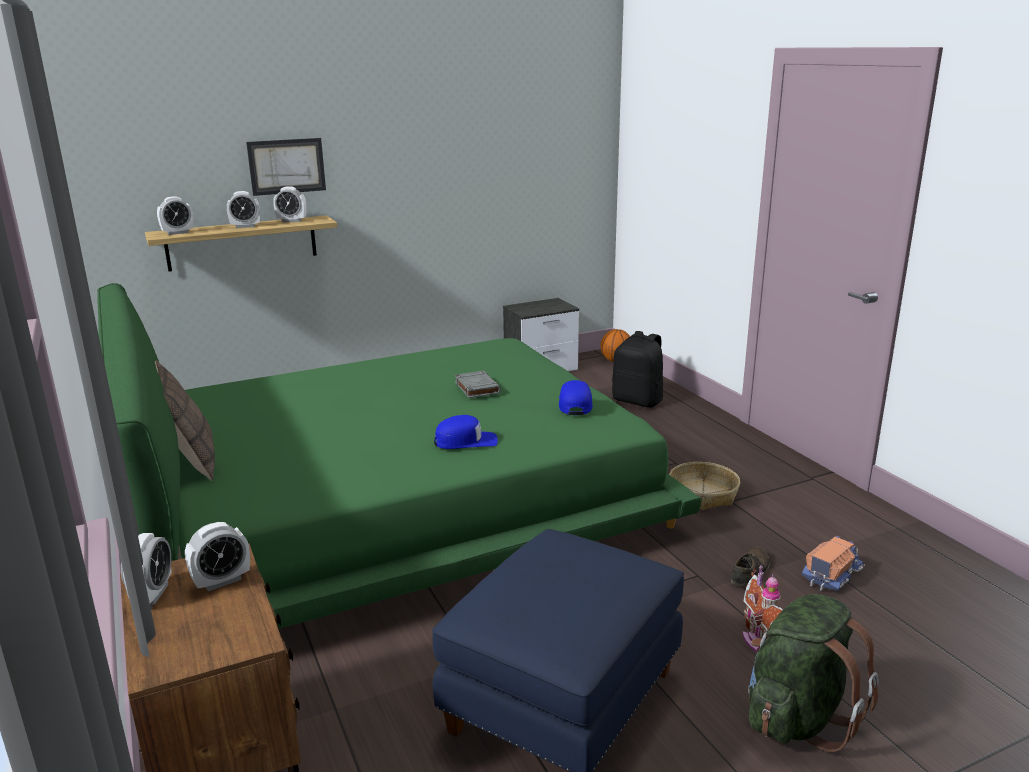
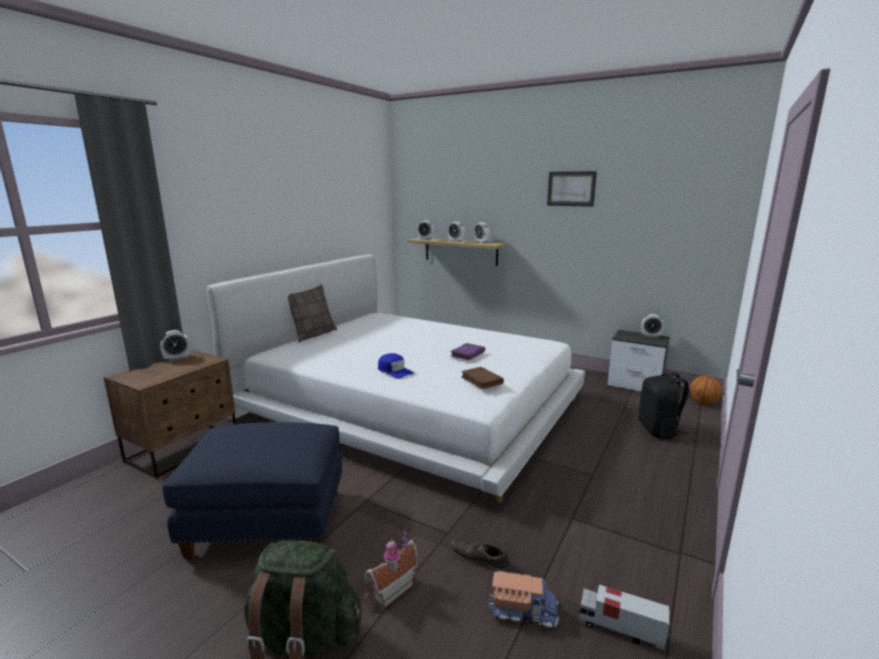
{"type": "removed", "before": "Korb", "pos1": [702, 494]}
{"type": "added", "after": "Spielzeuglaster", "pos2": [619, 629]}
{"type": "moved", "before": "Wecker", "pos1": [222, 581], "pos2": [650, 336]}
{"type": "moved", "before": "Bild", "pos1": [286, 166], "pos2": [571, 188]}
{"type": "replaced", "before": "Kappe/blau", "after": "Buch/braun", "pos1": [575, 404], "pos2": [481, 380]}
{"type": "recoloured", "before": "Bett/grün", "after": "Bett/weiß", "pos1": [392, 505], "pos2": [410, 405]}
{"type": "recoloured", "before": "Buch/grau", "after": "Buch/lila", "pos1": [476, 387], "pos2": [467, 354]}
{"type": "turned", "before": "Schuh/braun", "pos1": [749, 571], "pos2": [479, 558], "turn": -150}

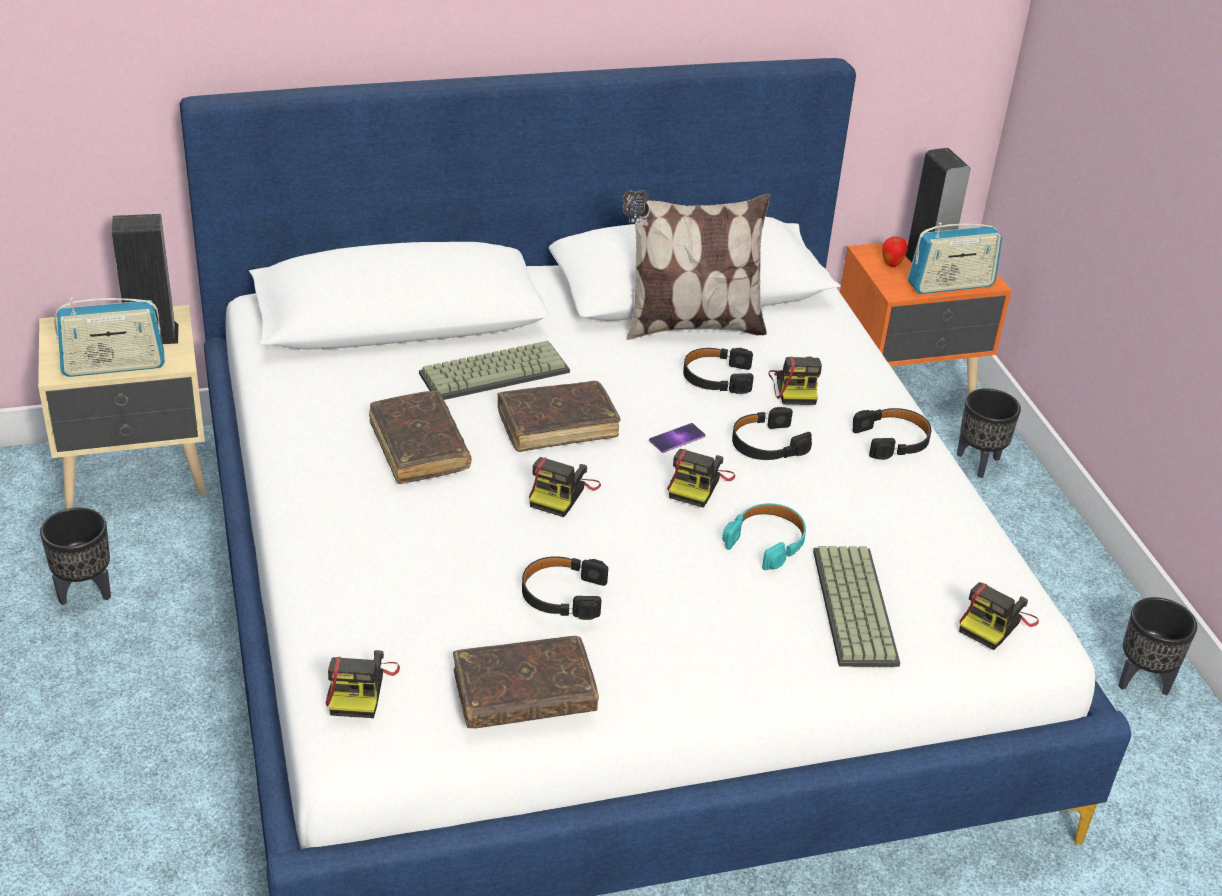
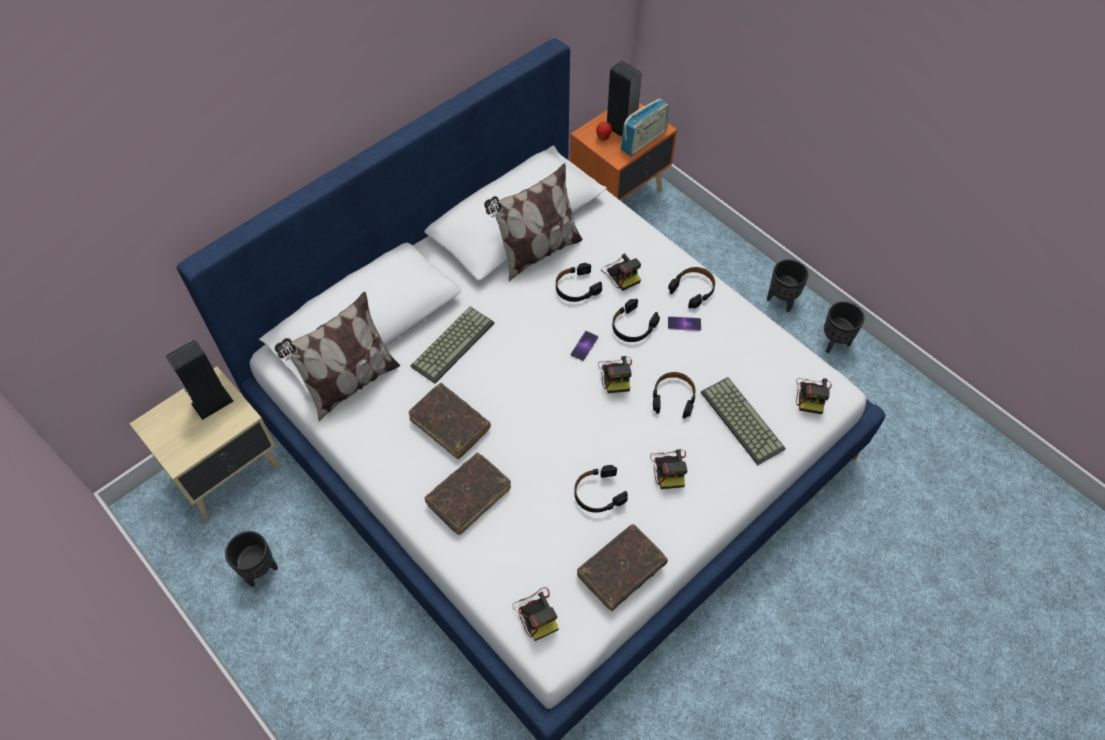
{"type": "removed", "before": "Radio", "pos1": [113, 366]}
{"type": "added", "after": "Kissen", "pos2": [349, 384]}
{"type": "added", "after": "Handy", "pos2": [684, 323]}
{"type": "moved", "before": "Buch/braun", "pos1": [557, 425], "pos2": [468, 496]}
{"type": "moved", "before": "Kamera", "pos1": [562, 493], "pos2": [669, 468]}
{"type": "moved", "before": "Pflanzkübel/schwarz", "pos1": [979, 463], "pos2": [782, 300]}
{"type": "recoloured", "before": "Kopfhörer/türkis", "after": "Kopfhörer/schwarz", "pos1": [767, 542], "pos2": [673, 397]}

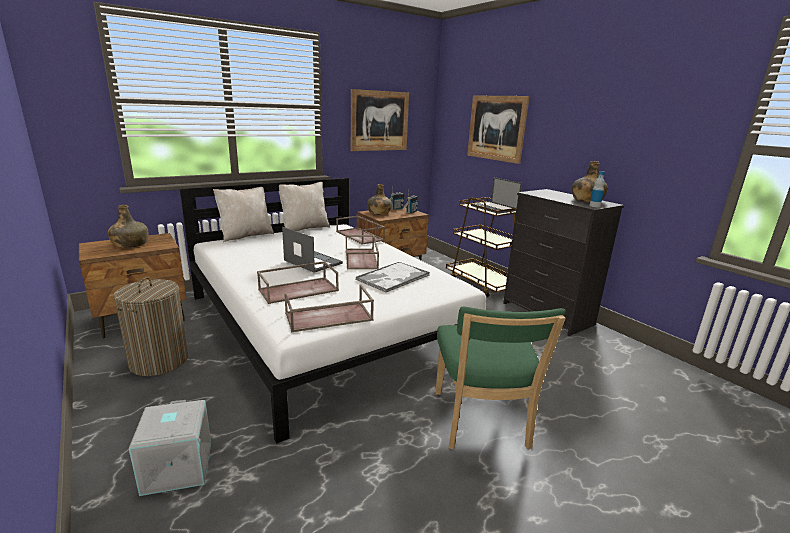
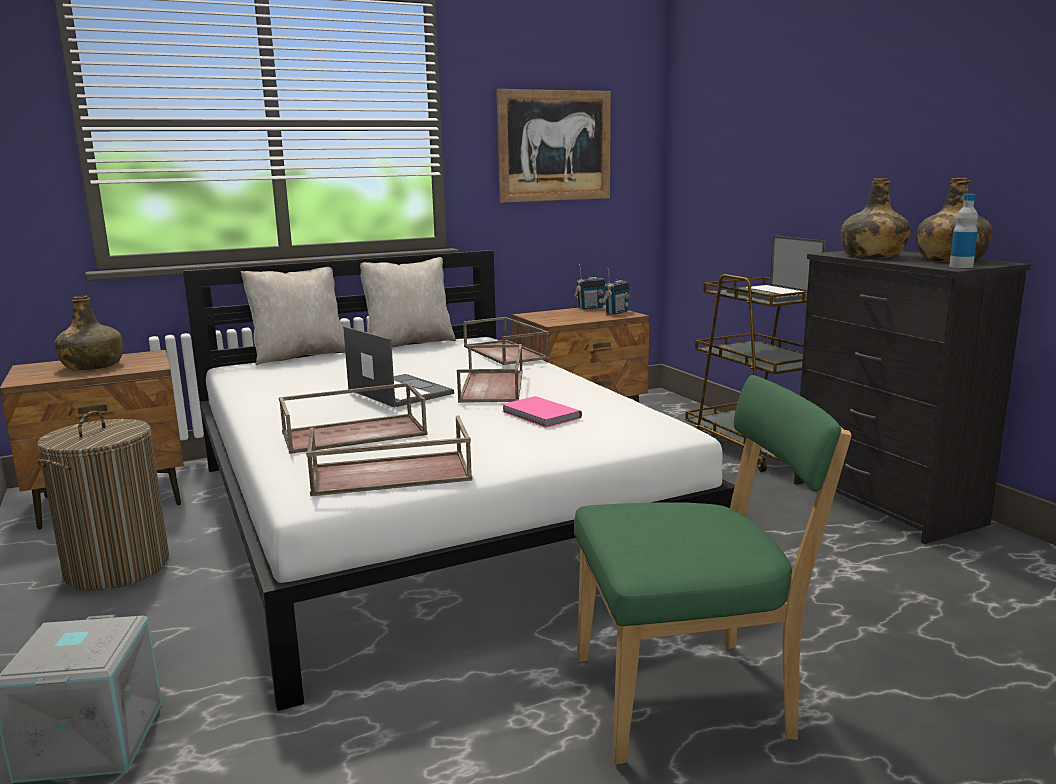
{"type": "removed", "before": "Bild", "pos1": [496, 128]}
{"type": "moved", "before": "Flasche/grün", "pos1": [379, 213], "pos2": [872, 256]}
{"type": "replaced", "before": "Tablett", "after": "Buch/rosa", "pos1": [392, 278], "pos2": [540, 415]}
{"type": "turned", "before": "Stuhl/grün", "pos1": [481, 423], "pos2": [691, 697], "turn": -105}

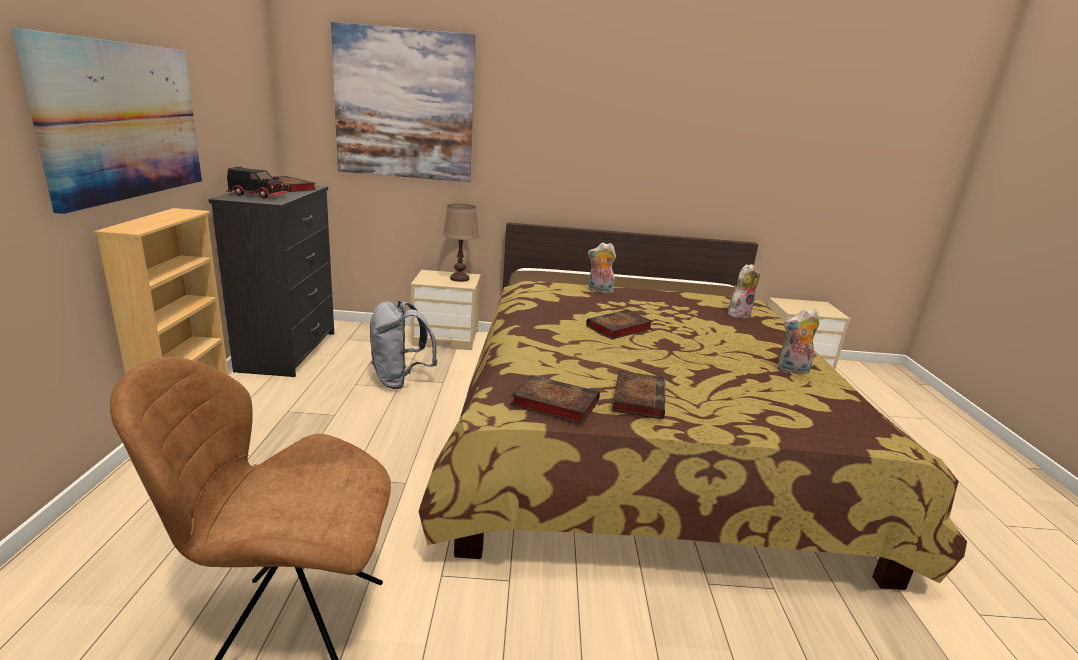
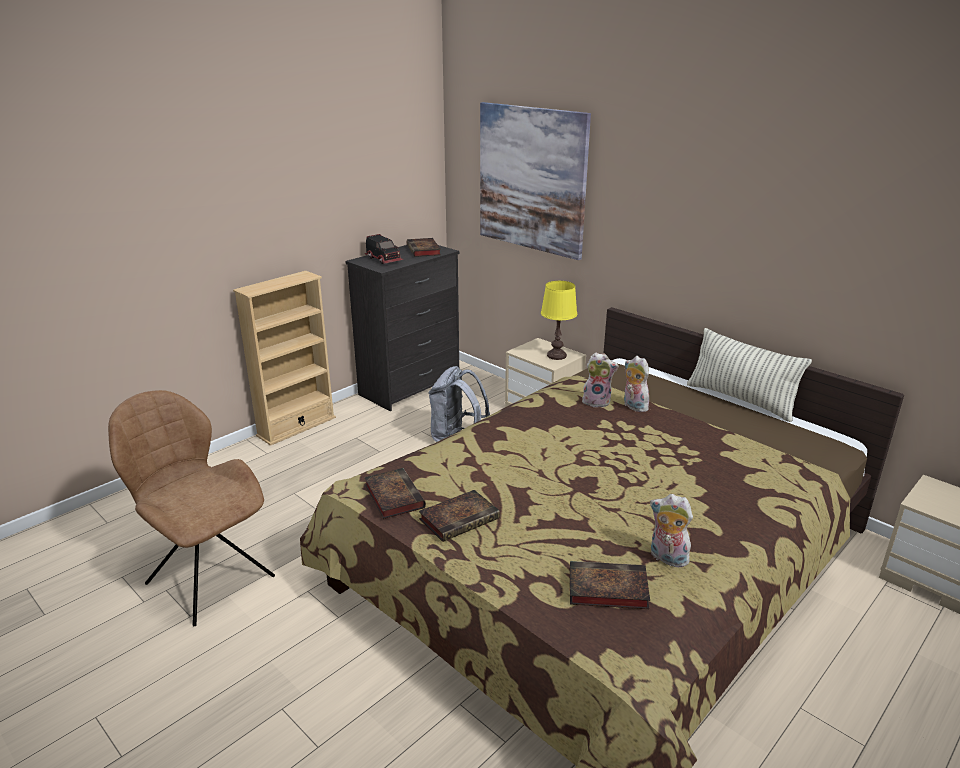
{"type": "removed", "before": "Bild", "pos1": [123, 121]}
{"type": "added", "after": "Kissen", "pos2": [740, 400]}
{"type": "moved", "before": "Buch", "pos1": [618, 328], "pos2": [605, 589]}
{"type": "moved", "before": "Plüschtier", "pos1": [738, 314], "pos2": [597, 402]}
{"type": "recoloured", "before": "Tischlampe/braun", "after": "Tischlampe/gelb", "pos1": [460, 278], "pos2": [557, 356]}

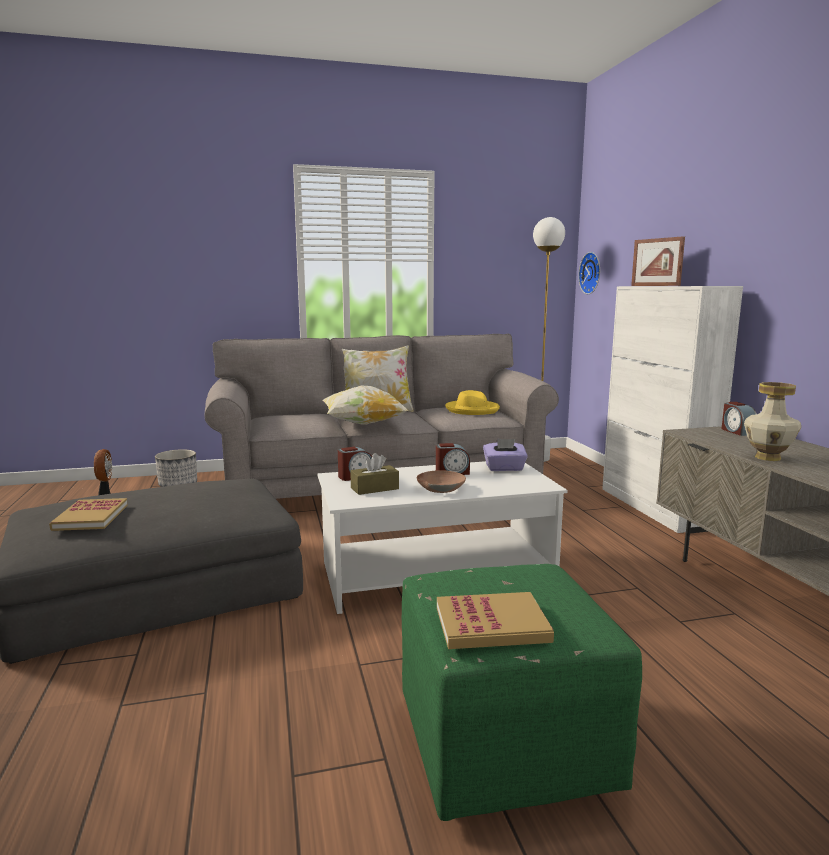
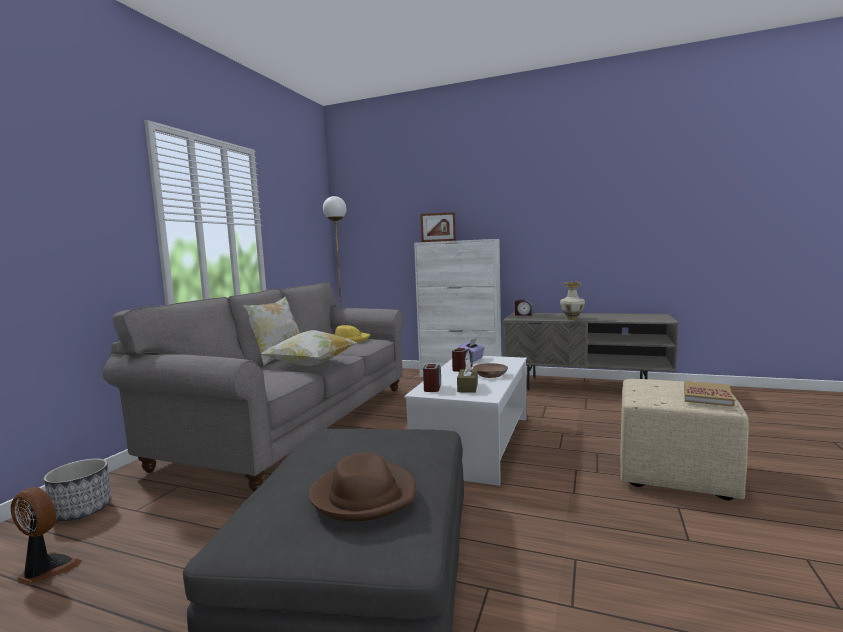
{"type": "removed", "before": "Wanduhr", "pos1": [592, 273]}
{"type": "replaced", "before": "Buch", "after": "Hut/braun", "pos1": [91, 517], "pos2": [364, 495]}
{"type": "recoloured", "before": "Polsterhocker/grün", "after": "Polsterhocker/beige", "pos1": [502, 743], "pos2": [673, 474]}

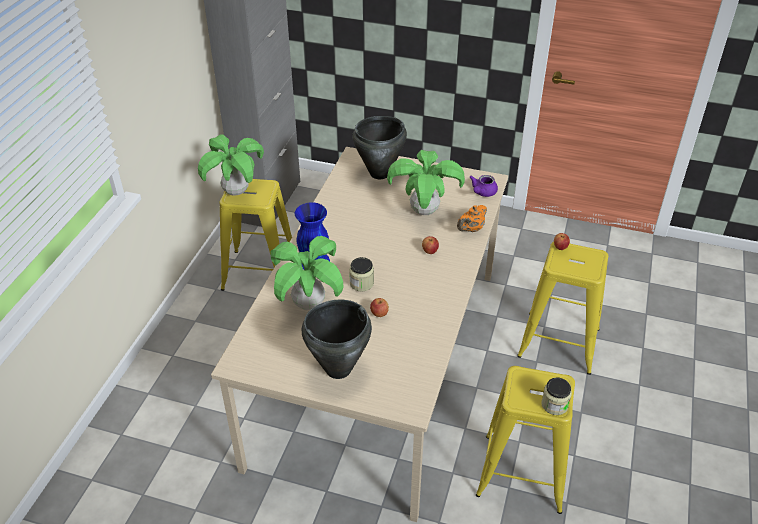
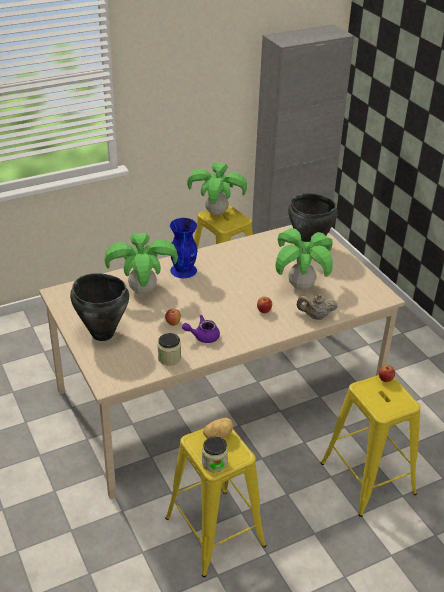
{"type": "added", "after": "Kartoffel", "pos2": [217, 435]}
{"type": "moved", "before": "Vorratsglas", "pos1": [361, 283], "pos2": [169, 358]}
{"type": "moved", "before": "Teekanne/lila", "pos1": [482, 193], "pos2": [202, 336]}
{"type": "recoloured", "before": "Teekanne/orange", "after": "Teekanne/beige", "pos1": [471, 229], "pos2": [315, 316]}

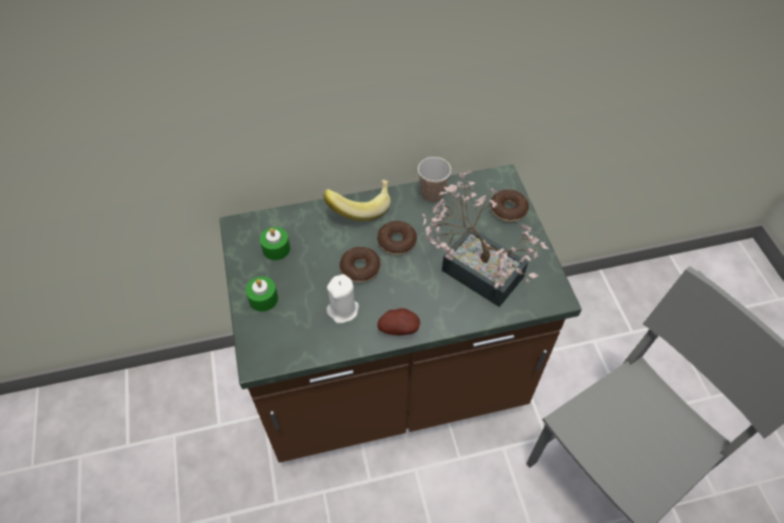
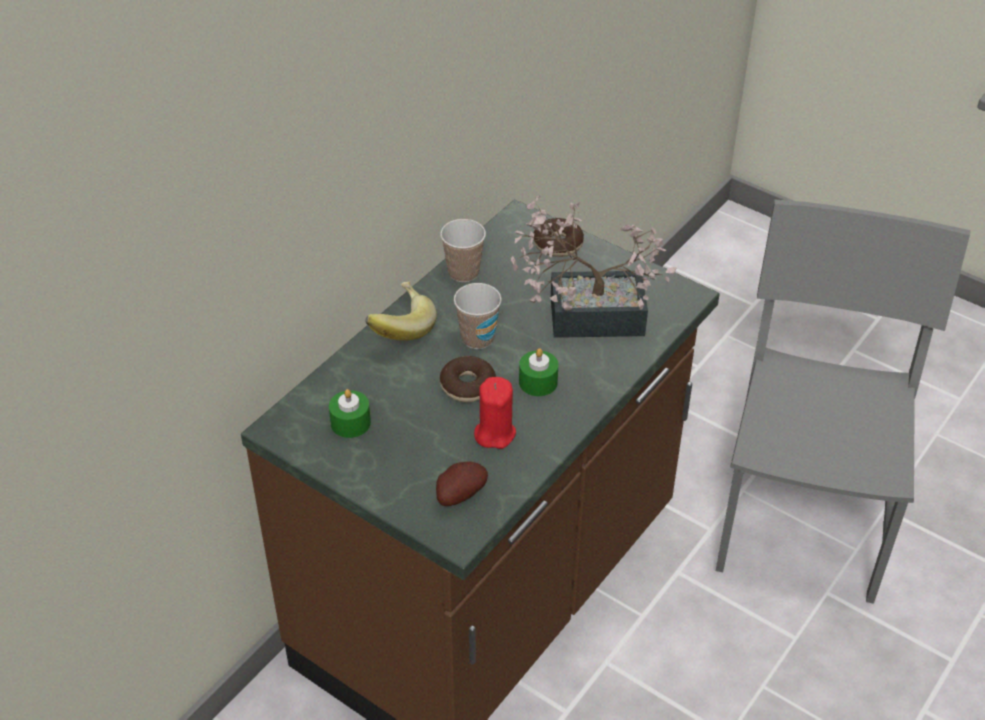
{"type": "moved", "before": "Kerze/grün", "pos1": [263, 299], "pos2": [538, 382]}
{"type": "moved", "before": "Kartoffel", "pos1": [399, 328], "pos2": [459, 494]}
{"type": "replaced", "before": "Donut", "after": "Tasse", "pos1": [397, 242], "pos2": [477, 338]}
{"type": "recoloured", "before": "Kerze/weiß", "after": "Kerze/rot", "pos1": [343, 310], "pos2": [494, 433]}

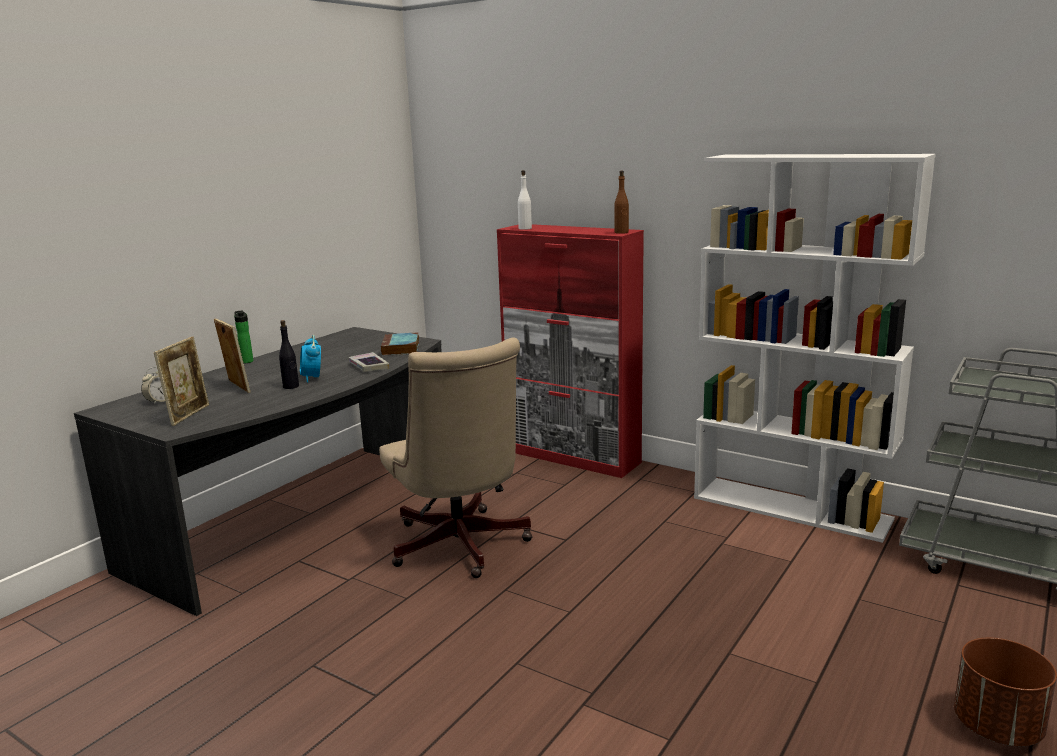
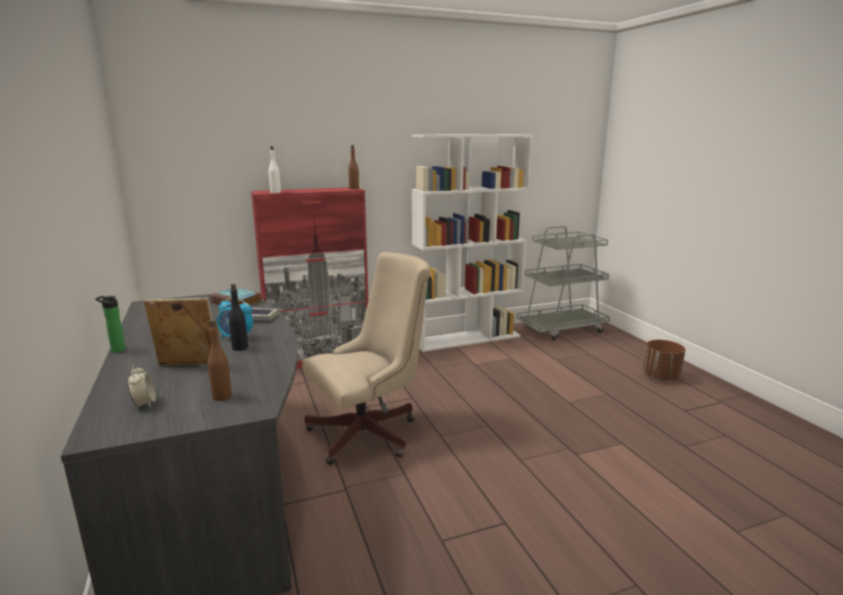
{"type": "replaced", "before": "Bilderrahmen", "after": "Flasche/braun", "pos1": [189, 415], "pos2": [222, 396]}
{"type": "turned", "before": "Bürostuhl/beige", "pos1": [460, 548], "pos2": [370, 433], "turn": -45}

